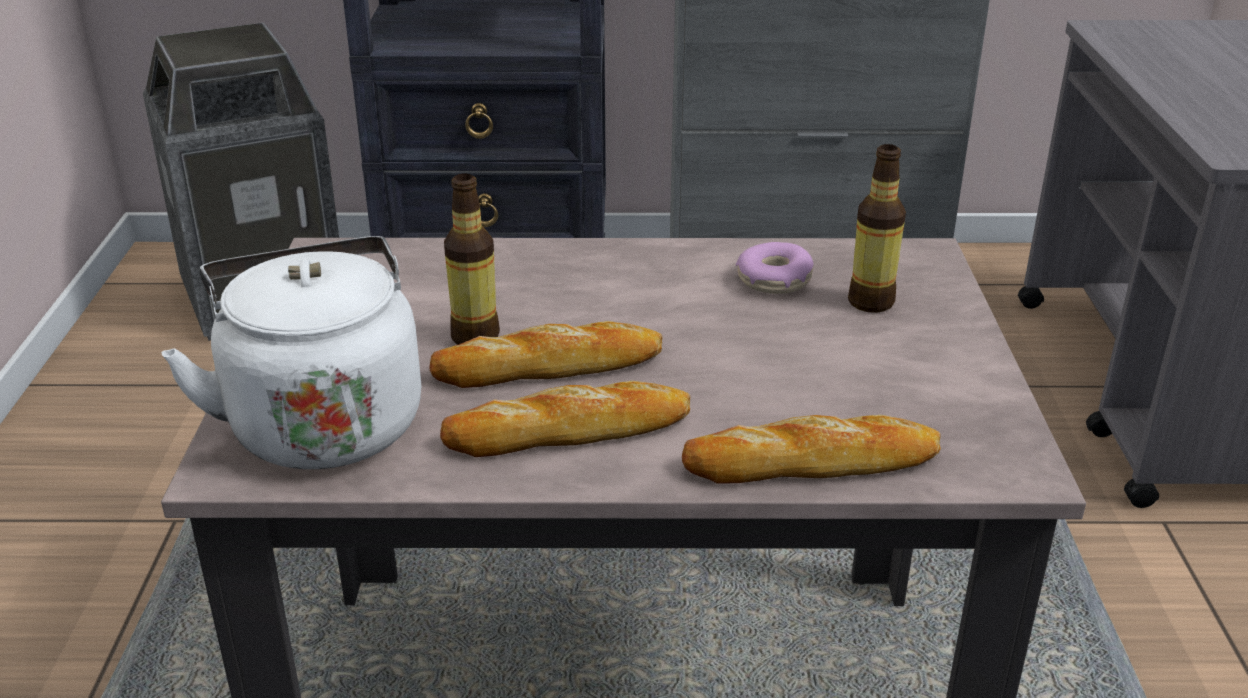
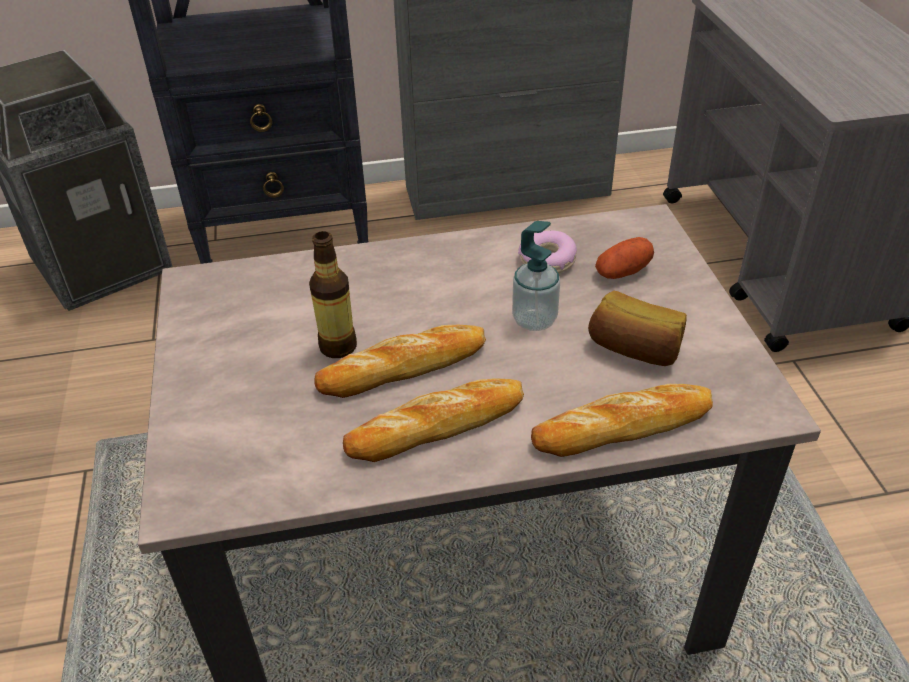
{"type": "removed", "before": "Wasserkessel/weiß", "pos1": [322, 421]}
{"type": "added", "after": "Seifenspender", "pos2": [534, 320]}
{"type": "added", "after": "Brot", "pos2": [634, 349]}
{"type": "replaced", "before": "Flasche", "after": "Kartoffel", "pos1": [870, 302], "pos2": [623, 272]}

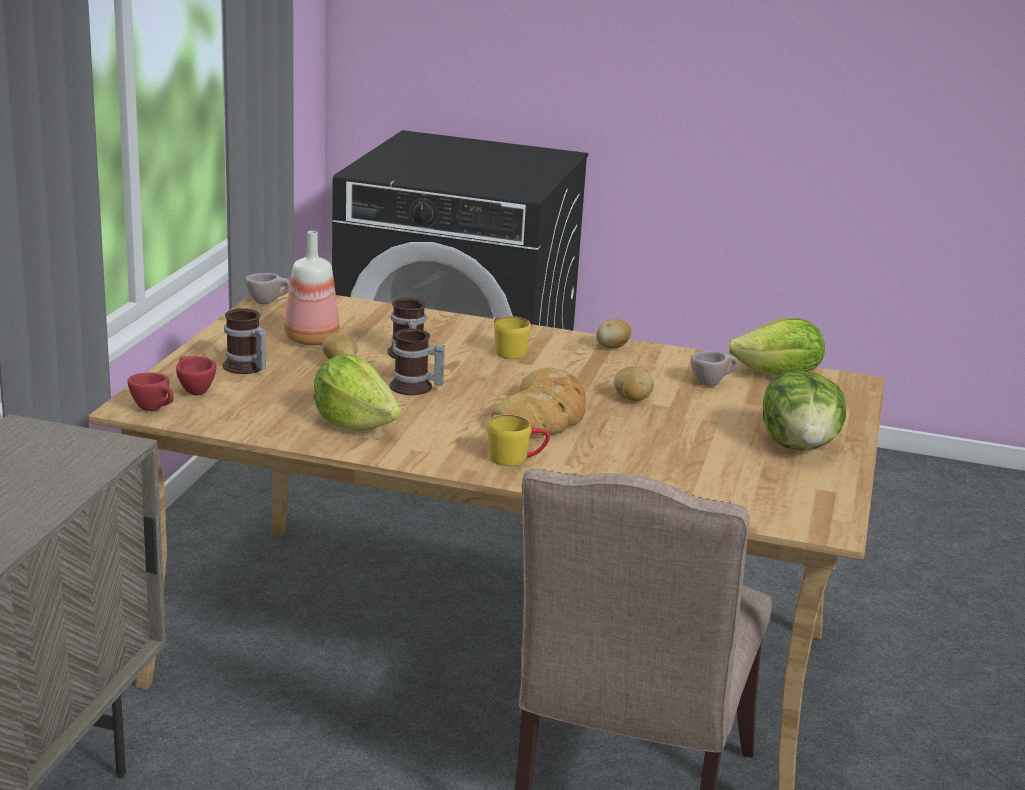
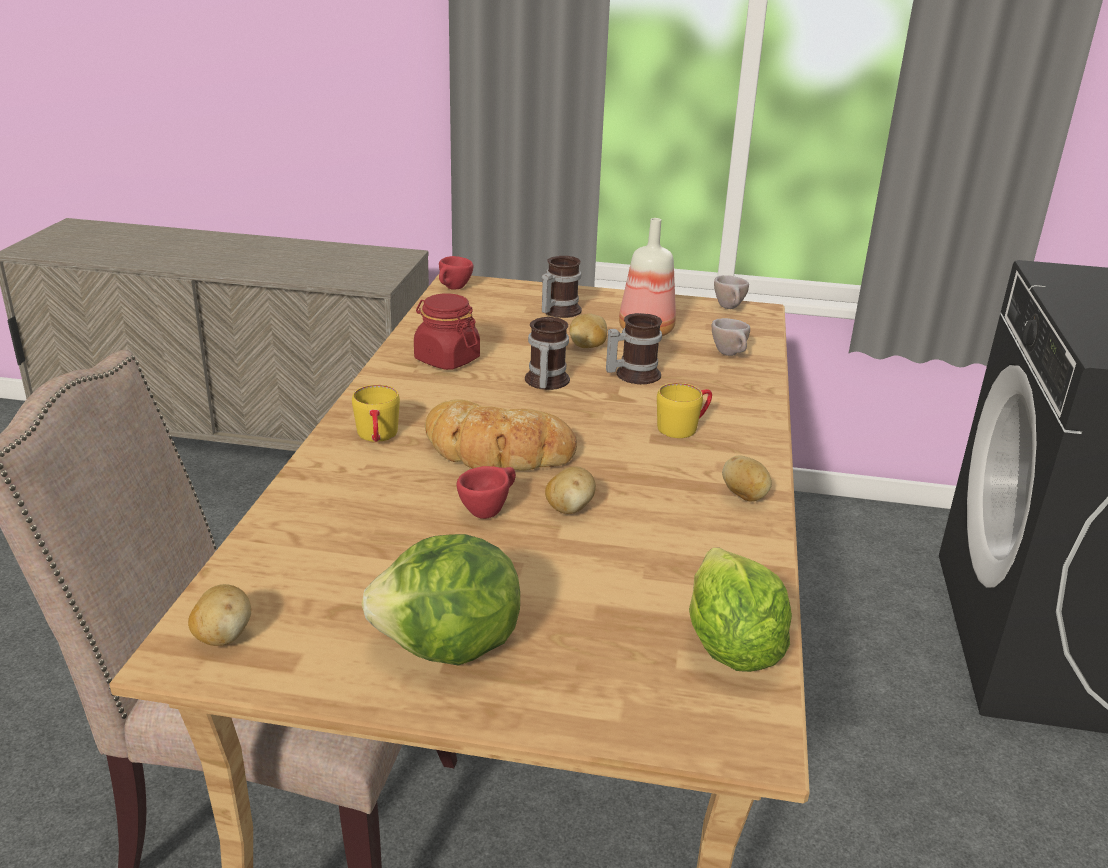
{"type": "added", "after": "Kartoffel", "pos2": [223, 636]}
{"type": "moved", "before": "Tasse/rot", "pos1": [193, 391], "pos2": [488, 510]}
{"type": "moved", "before": "Tasse/beige", "pos1": [712, 383], "pos2": [731, 355]}
{"type": "replaced", "before": "Salatkopf", "after": "Vorratsglas/rot", "pos1": [354, 423], "pos2": [446, 359]}

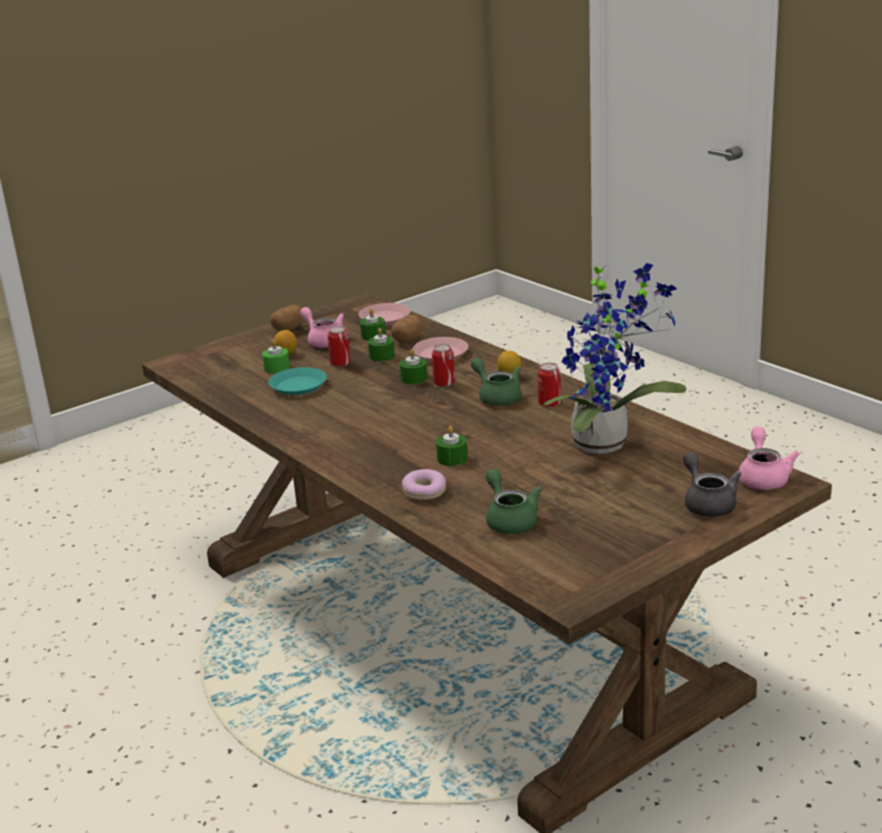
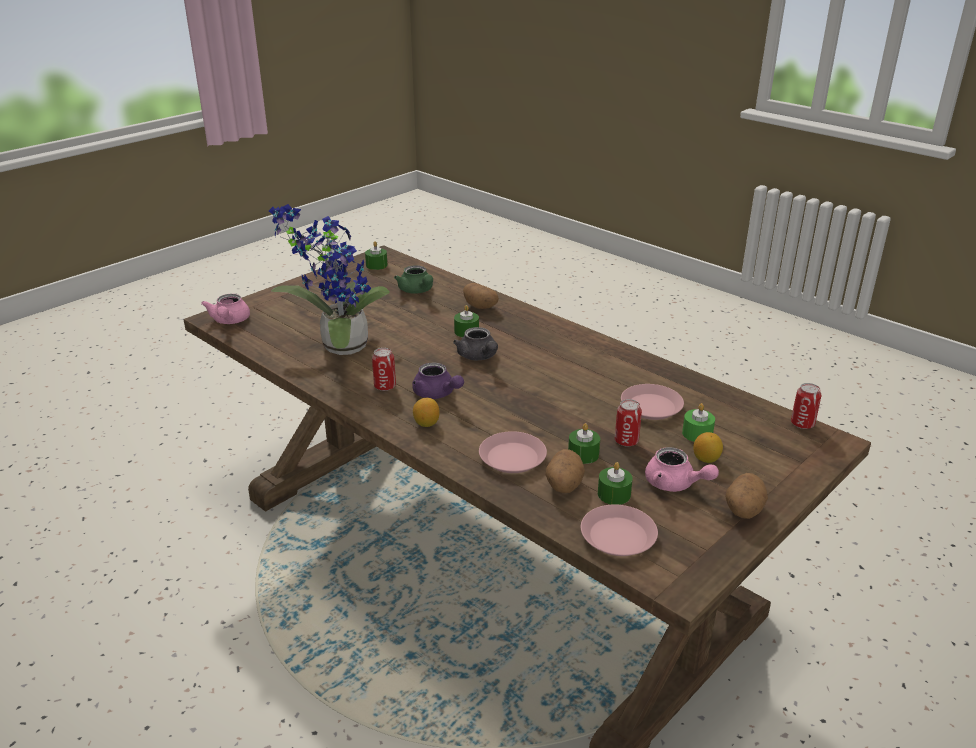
{"type": "moved", "before": "Kerze/grün", "pos1": [414, 378], "pos2": [376, 265]}
{"type": "moved", "before": "Dose", "pos1": [444, 383], "pos2": [802, 424]}
{"type": "moved", "before": "Teekanne/grau", "pos1": [707, 503], "pos2": [479, 357]}
{"type": "replaced", "before": "Donut", "after": "Kartoffel", "pos1": [424, 492], "pos2": [481, 307]}
{"type": "recoloured", "before": "Teller/türkis", "after": "Teller/rosa", "pos1": [299, 386], "pos2": [651, 407]}
{"type": "recoloured", "before": "Teekanne/grün", "after": "Teekanne/lila", "pos1": [497, 397], "pos2": [437, 394]}

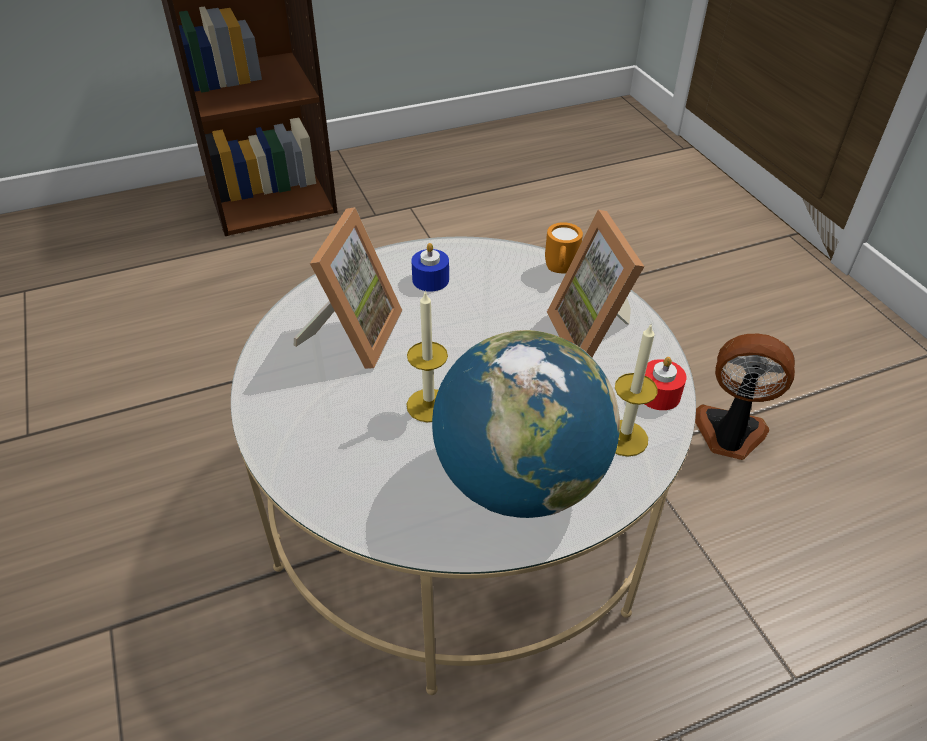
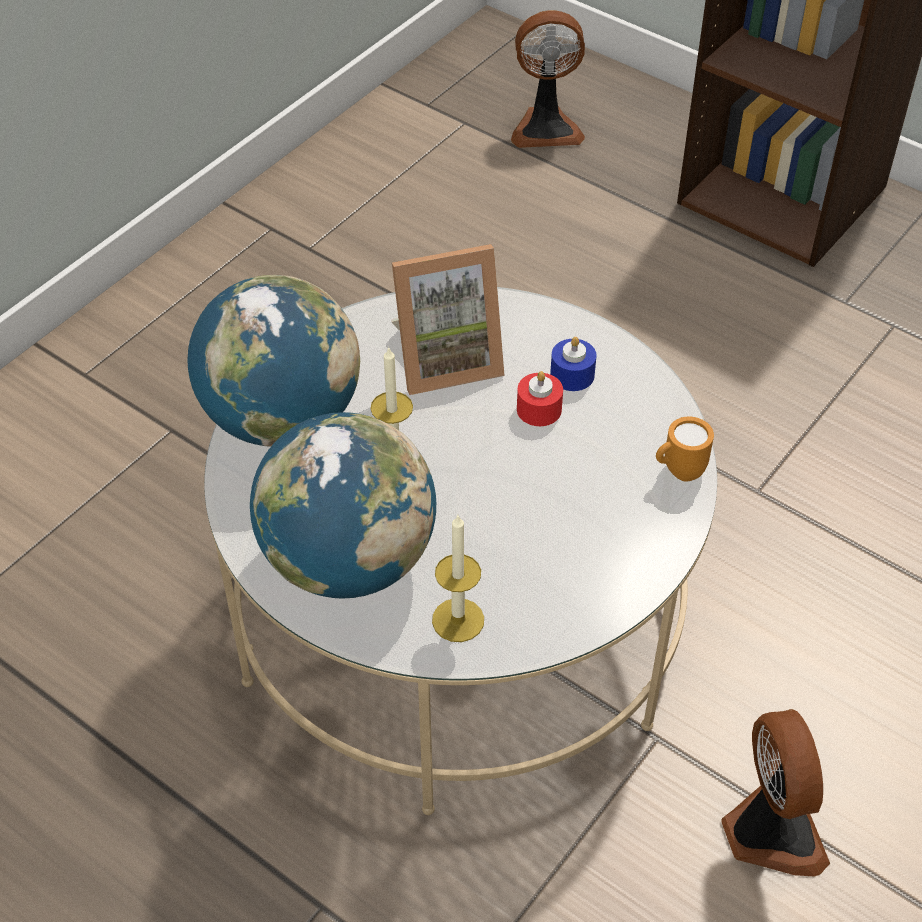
{"type": "removed", "before": "Bilderrahmen", "pos1": [595, 335]}
{"type": "added", "after": "Globus", "pos2": [281, 418]}
{"type": "added", "after": "Ventilator", "pos2": [546, 128]}
{"type": "moved", "before": "Kerze/rot", "pos1": [658, 394], "pos2": [539, 409]}

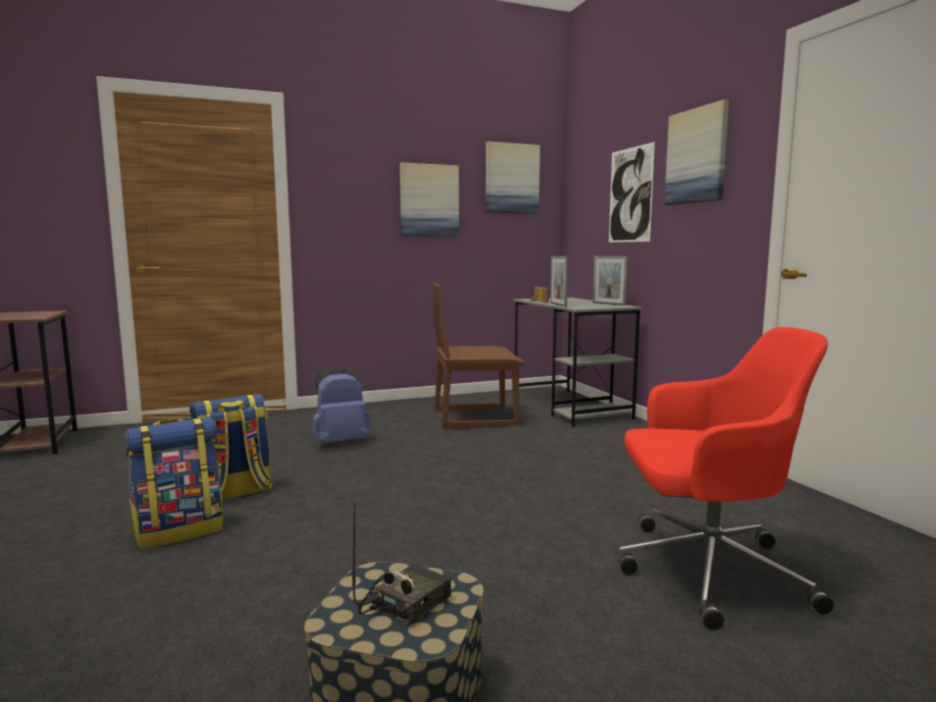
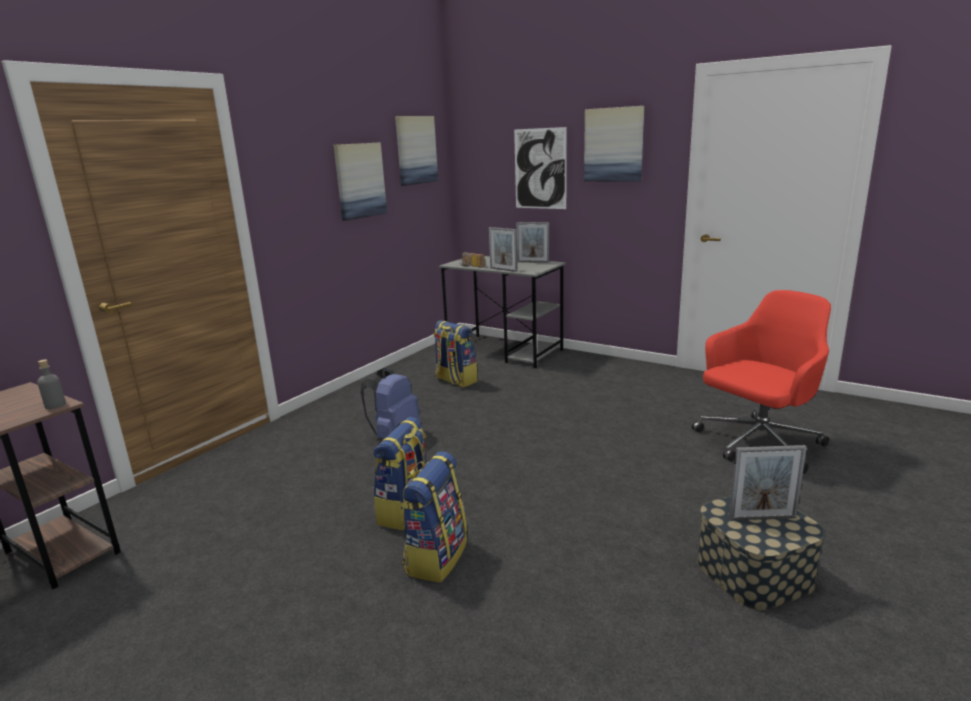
{"type": "added", "after": "Flasche/grau", "pos2": [55, 405]}
{"type": "replaced", "before": "Radio", "after": "Bilderrahmen", "pos1": [404, 603], "pos2": [762, 518]}
{"type": "replaced", "before": "Stuhl/braun", "after": "Rucksack", "pos1": [475, 418], "pos2": [455, 380]}

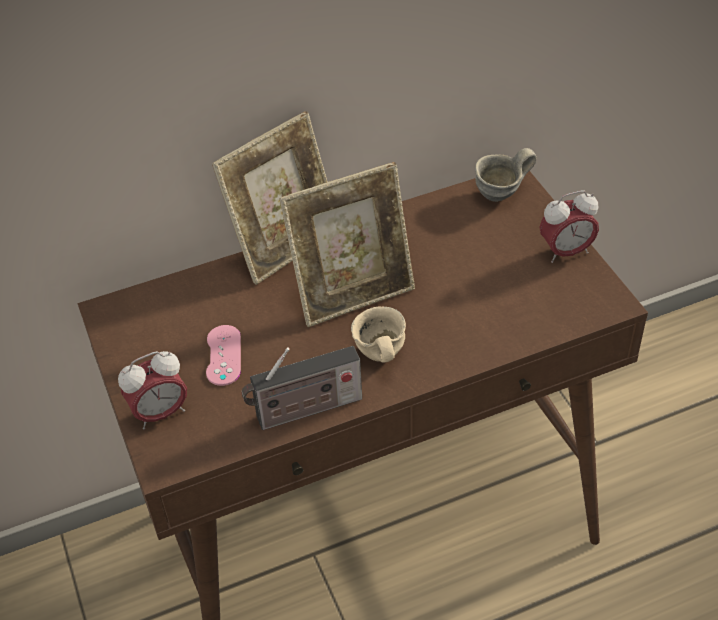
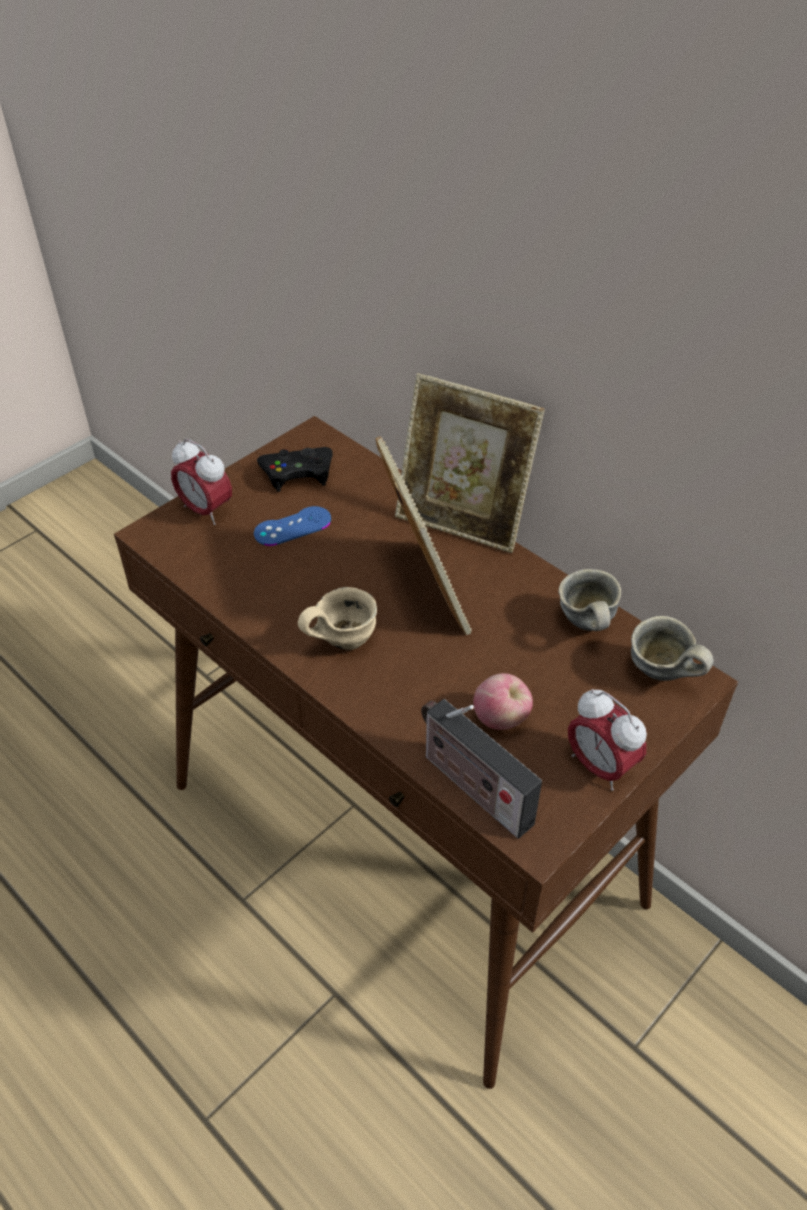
{"type": "added", "after": "Gamepad/schwarz", "pos2": [297, 473]}
{"type": "added", "after": "Apfel", "pos2": [501, 719]}
{"type": "added", "after": "Henkelbecher/grau", "pos2": [583, 626]}
{"type": "moved", "before": "Radio", "pos1": [304, 411], "pos2": [472, 787]}
{"type": "recoloured", "before": "Gamepad/rosa", "after": "Gamepad/blau", "pos1": [223, 355], "pos2": [292, 526]}
{"type": "turned", "before": "Bilderrahmen", "pos1": [353, 293], "pos2": [423, 592], "turn": -150}

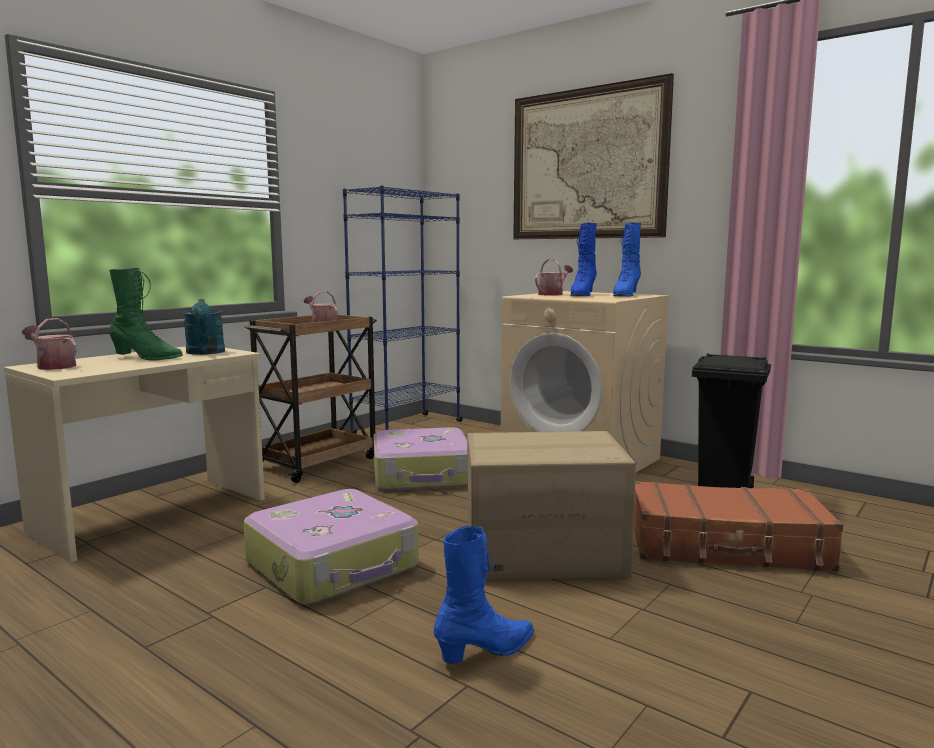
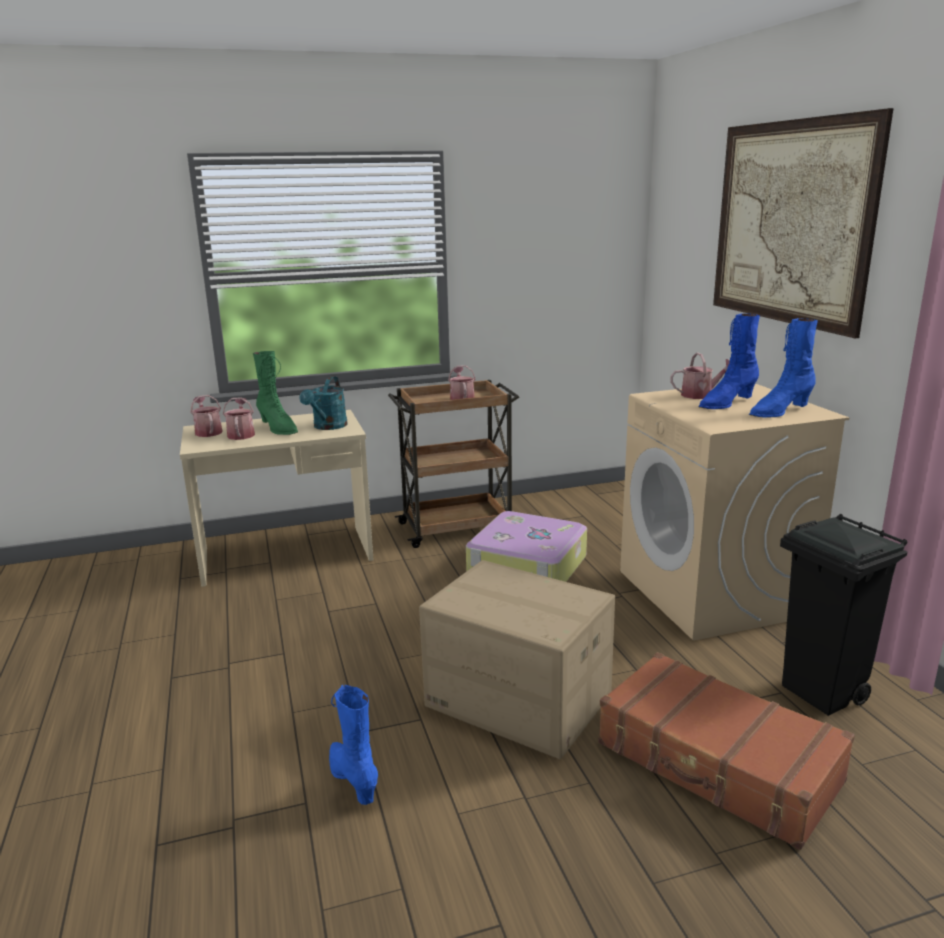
{"type": "removed", "before": "Koffer", "pos1": [334, 565]}
{"type": "removed", "before": "Bücherregal/blau", "pos1": [407, 428]}
{"type": "added", "after": "Gießkanne", "pos2": [241, 434]}
{"type": "turned", "before": "Stiefel/blau", "pos1": [487, 651], "pos2": [353, 779], "turn": -120}

